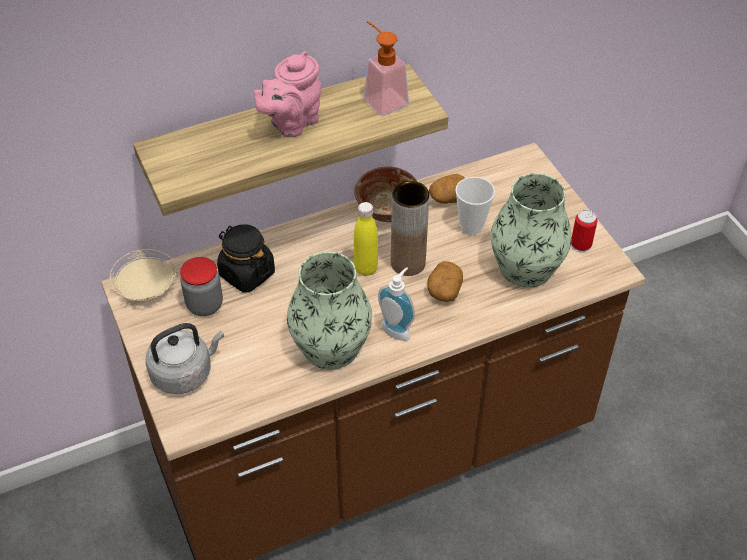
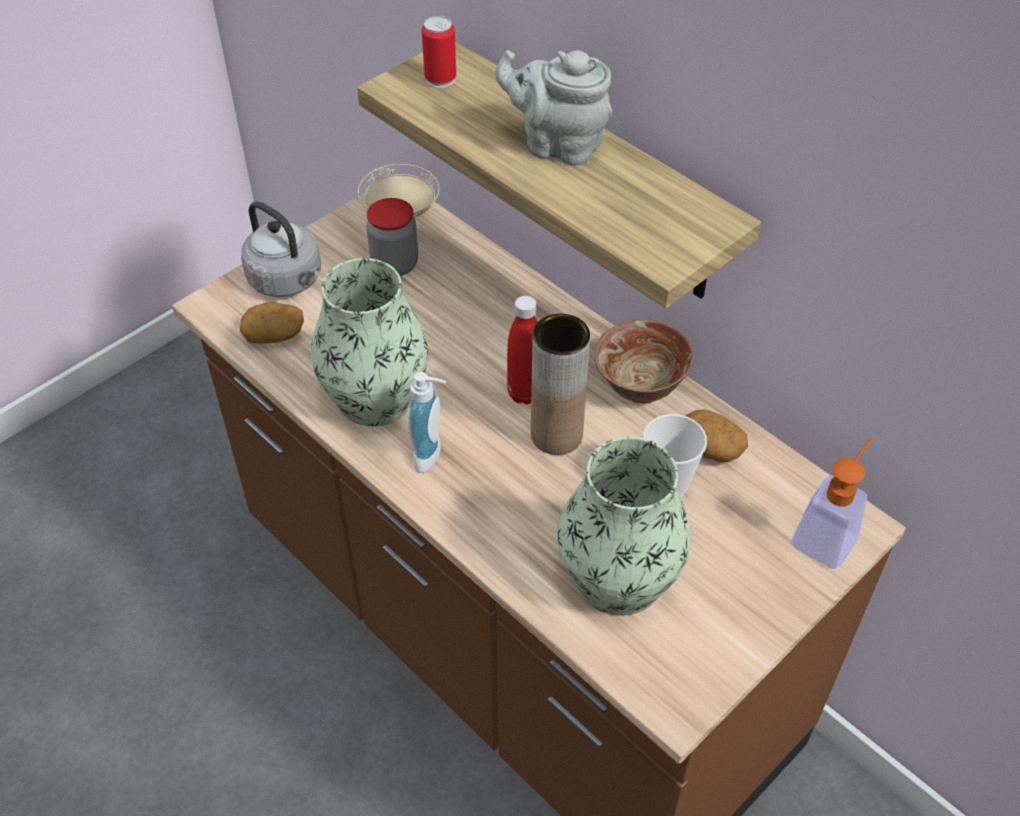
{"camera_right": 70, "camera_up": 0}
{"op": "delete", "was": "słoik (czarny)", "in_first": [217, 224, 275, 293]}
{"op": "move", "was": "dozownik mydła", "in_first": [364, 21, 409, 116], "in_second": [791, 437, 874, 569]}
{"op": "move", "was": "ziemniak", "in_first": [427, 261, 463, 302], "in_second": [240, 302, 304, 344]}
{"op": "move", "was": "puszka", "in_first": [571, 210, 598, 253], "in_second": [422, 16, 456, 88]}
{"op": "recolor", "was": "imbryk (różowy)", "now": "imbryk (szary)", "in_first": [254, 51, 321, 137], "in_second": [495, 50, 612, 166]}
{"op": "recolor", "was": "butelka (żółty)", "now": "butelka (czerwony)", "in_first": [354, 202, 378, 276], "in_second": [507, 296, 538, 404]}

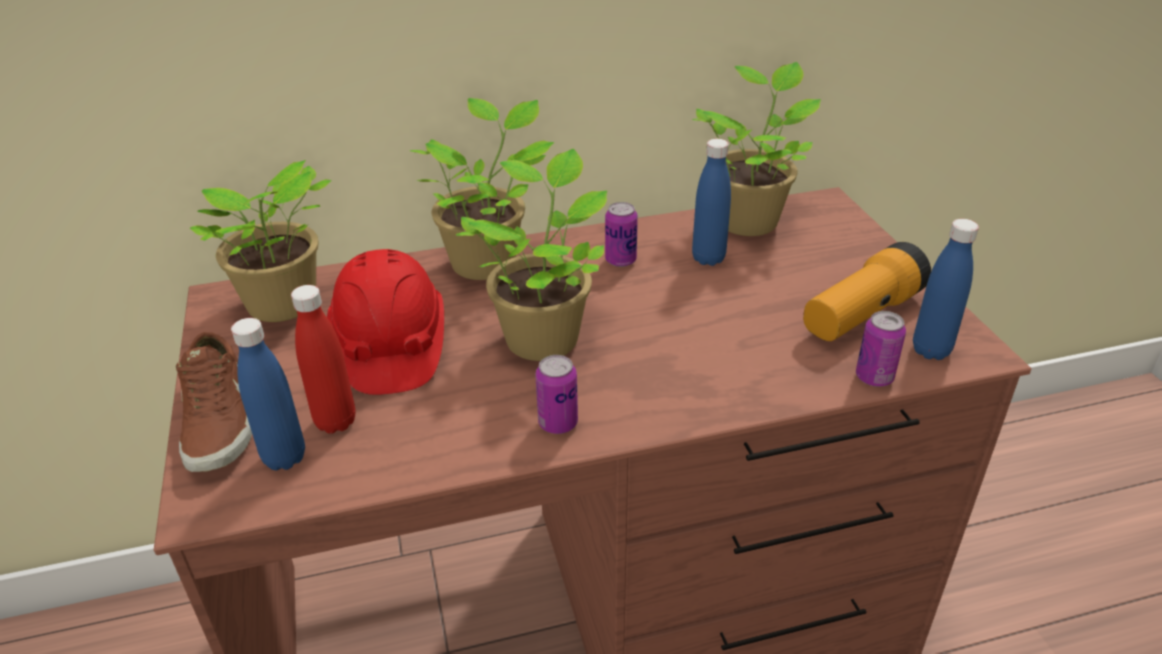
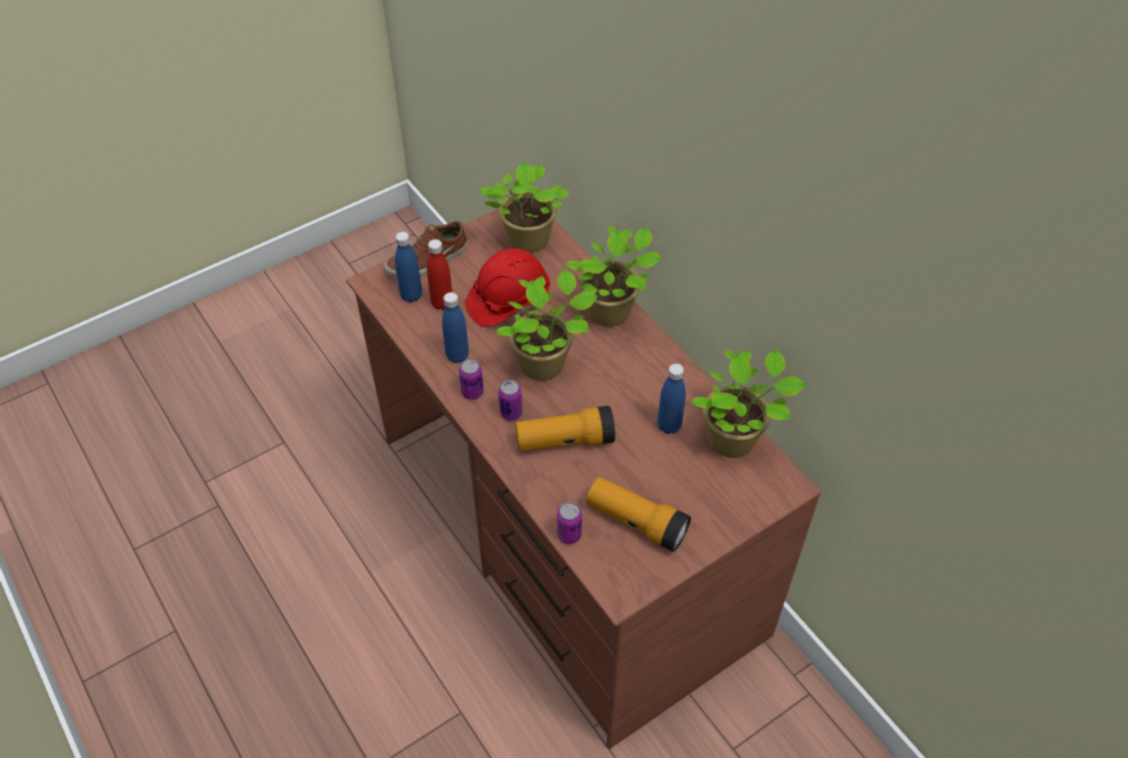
{"camera_right": 70, "camera_up": 15}
{"op": "insert", "now": "latarka", "in_second": [516, 406, 615, 451]}
{"op": "move", "was": "puszka", "in_first": [605, 202, 638, 267], "in_second": [498, 380, 523, 421]}
{"op": "move", "was": "butelka (niebieski)", "in_first": [913, 219, 979, 360], "in_second": [442, 292, 469, 363]}

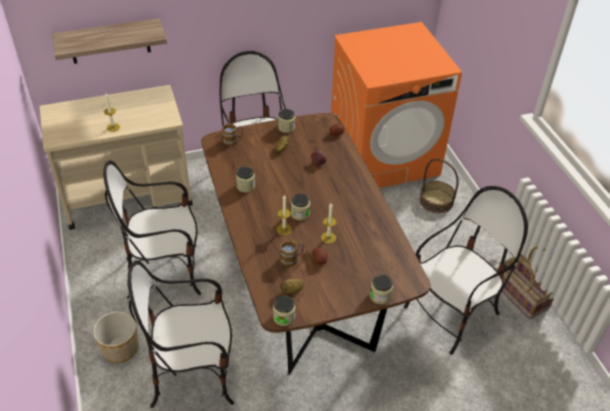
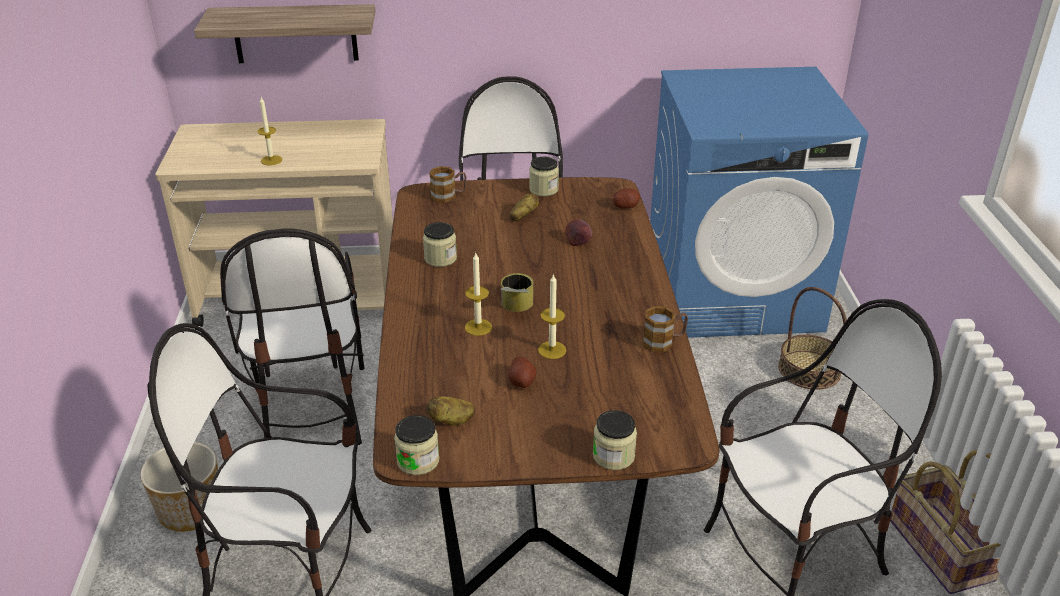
{"camera_right": 15, "camera_up": -10}
{"op": "move", "was": "kubek", "in_first": [280, 241, 304, 267], "in_second": [643, 306, 688, 353]}
{"op": "replace", "was": "słoik", "now": "puszka", "in_first": [291, 193, 310, 220], "in_second": [500, 273, 533, 312]}
{"op": "recolor", "was": "pralka (pomarańczowy)", "now": "pralka (niebieski)", "in_first": [331, 22, 462, 188], "in_second": [650, 67, 868, 338]}
{"op": "rotate", "was": "krzesło", "in_first": [103, 160, 201, 299], "in_second": [220, 228, 364, 445], "clockwise": -105}

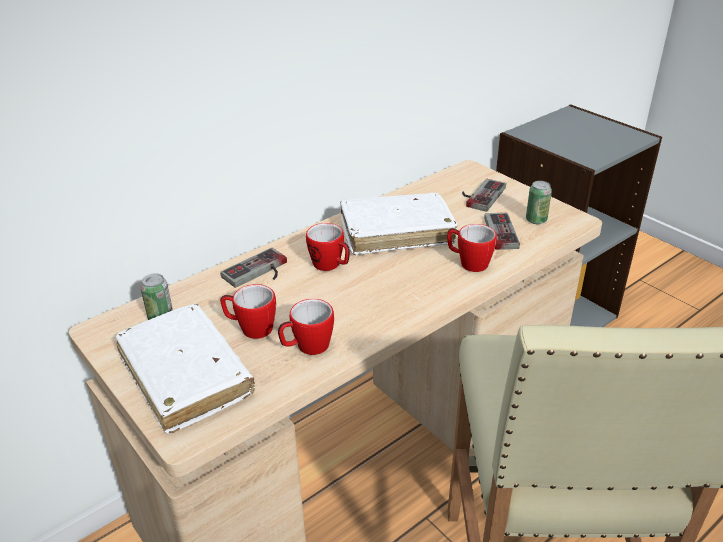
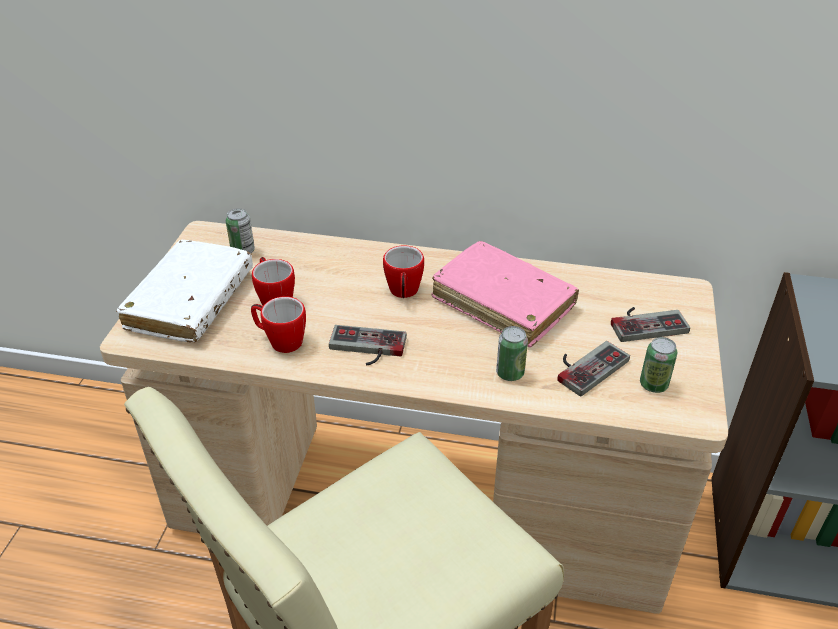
{"camera_right": 50, "camera_up": 5}
{"op": "move", "was": "pad do gier", "in_first": [220, 248, 287, 288], "in_second": [329, 325, 407, 366]}
{"op": "replace", "was": "kubek", "now": "puszka", "in_first": [447, 224, 497, 272], "in_second": [496, 326, 528, 381]}
{"op": "recolor", "was": "książka (biały)", "now": "książka (różowy)", "in_first": [340, 193, 458, 255], "in_second": [431, 241, 579, 347]}

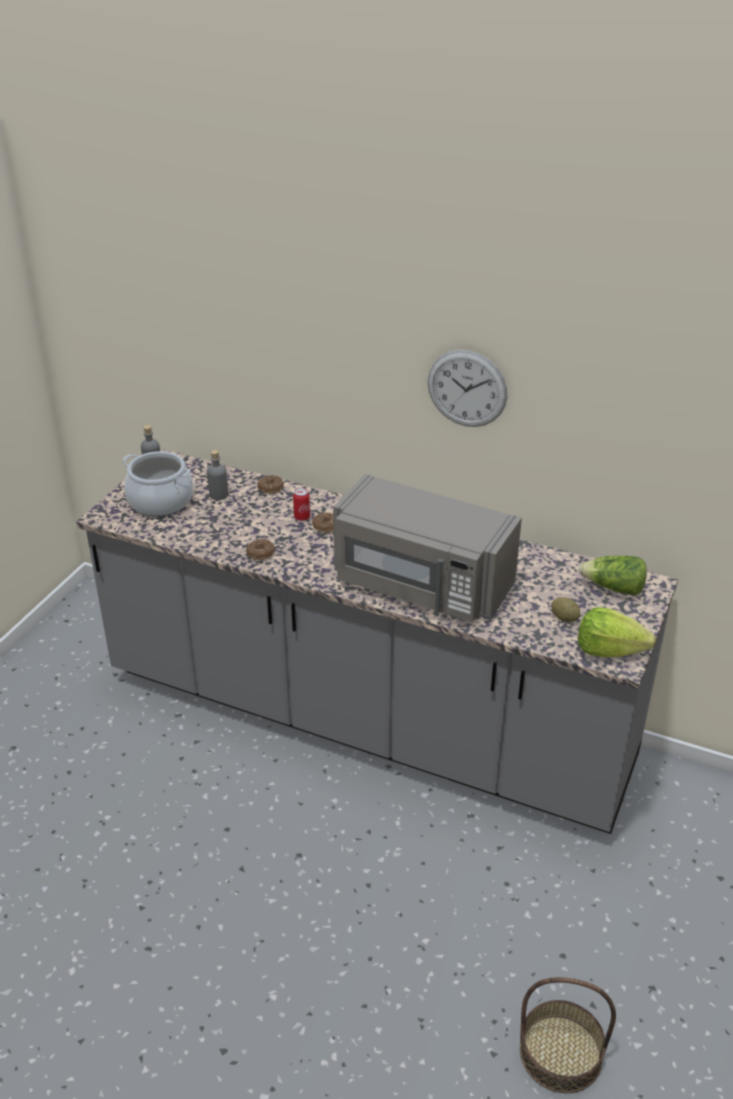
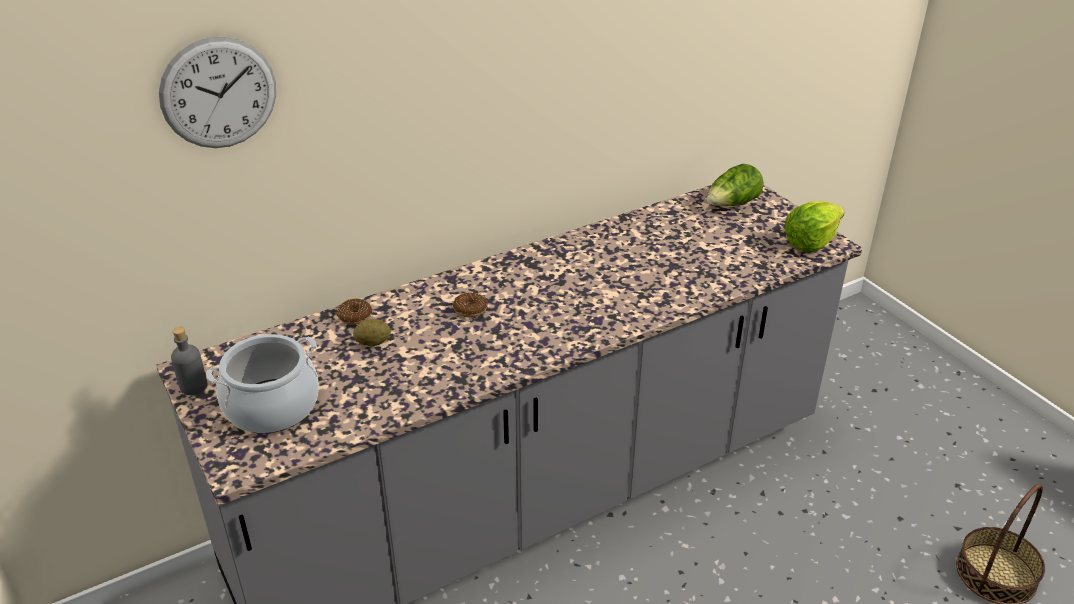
{"camera_right": -55, "camera_up": 0}
{"op": "delete", "was": "butelka (szary)", "in_first": [207, 450, 228, 500]}
{"op": "delete", "was": "donut", "in_first": [246, 539, 275, 560]}
{"op": "delete", "was": "puszka", "in_first": [293, 488, 310, 521]}
{"op": "delete", "was": "mikrofalówka (szary)", "in_first": [333, 474, 522, 622]}
{"op": "move", "was": "zegar ścienny", "in_first": [428, 350, 507, 427], "in_second": [159, 37, 276, 148]}
{"op": "move", "was": "ziemniak", "in_first": [551, 597, 580, 622], "in_second": [353, 319, 391, 346]}

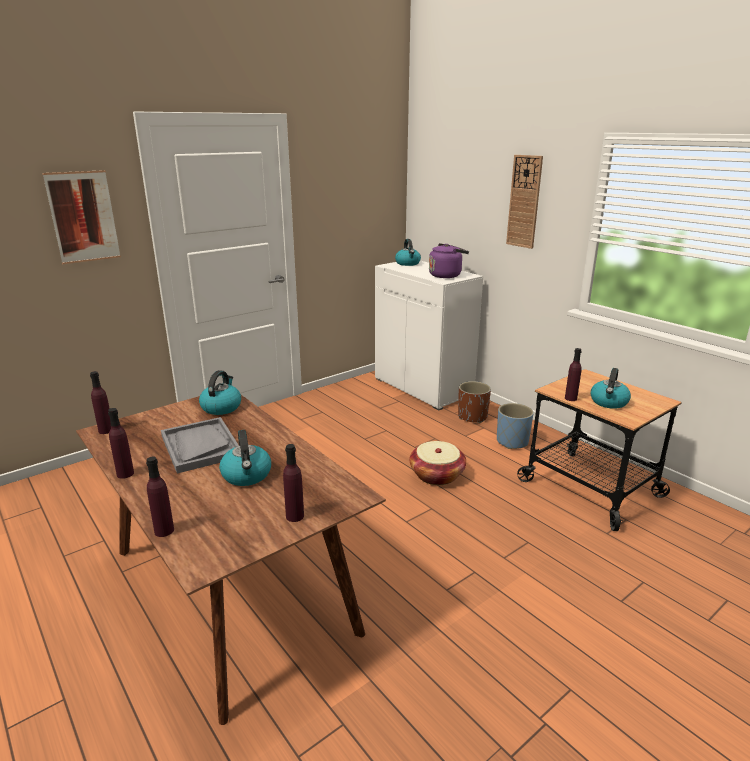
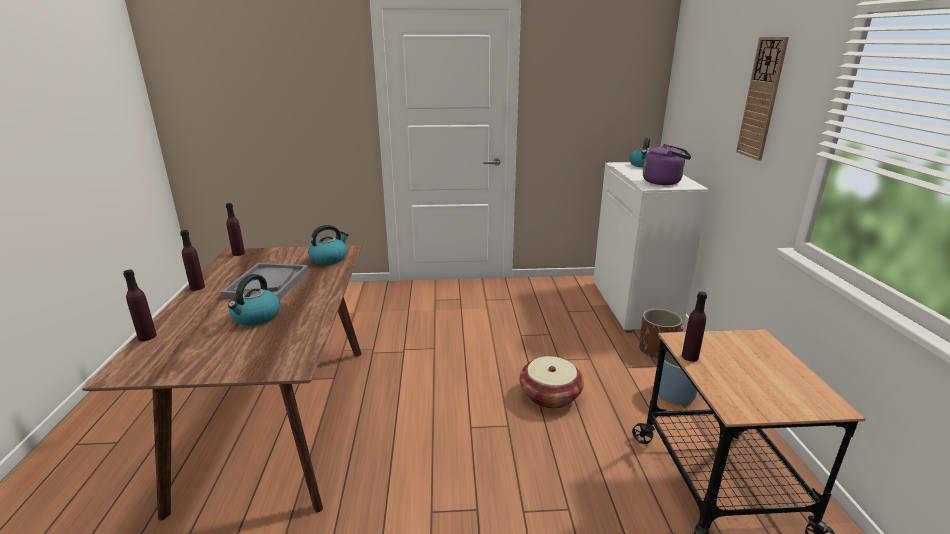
{"camera_right": 35, "camera_up": 0}
{"op": "delete", "was": "obraz", "in_first": [43, 170, 121, 264]}
{"op": "delete", "was": "butelka (fioletowy)", "in_first": [283, 444, 304, 522]}
{"op": "delete", "was": "czajnik", "in_first": [591, 368, 631, 409]}

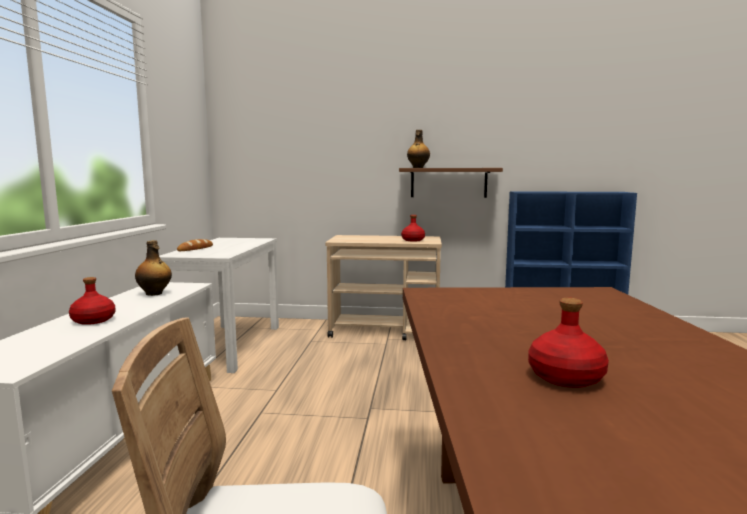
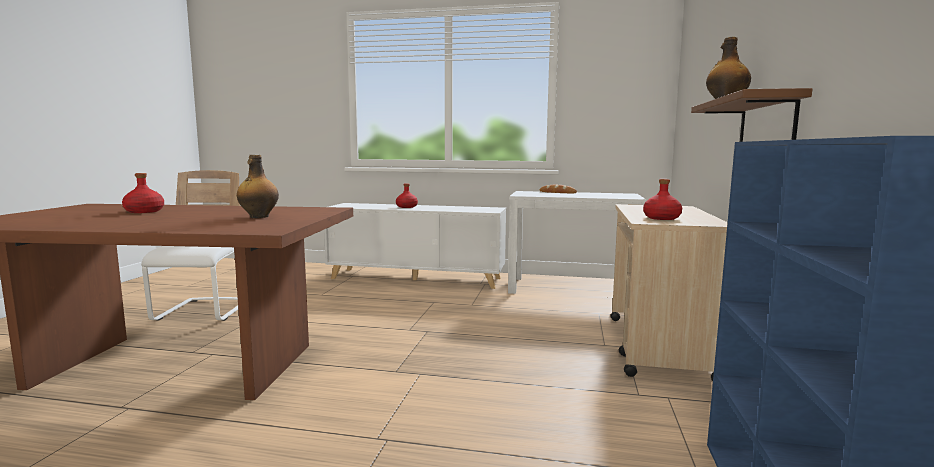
{"camera_right": 95, "camera_up": 0}
{"op": "move", "was": "butelka", "in_first": [135, 240, 172, 296], "in_second": [237, 155, 279, 218]}

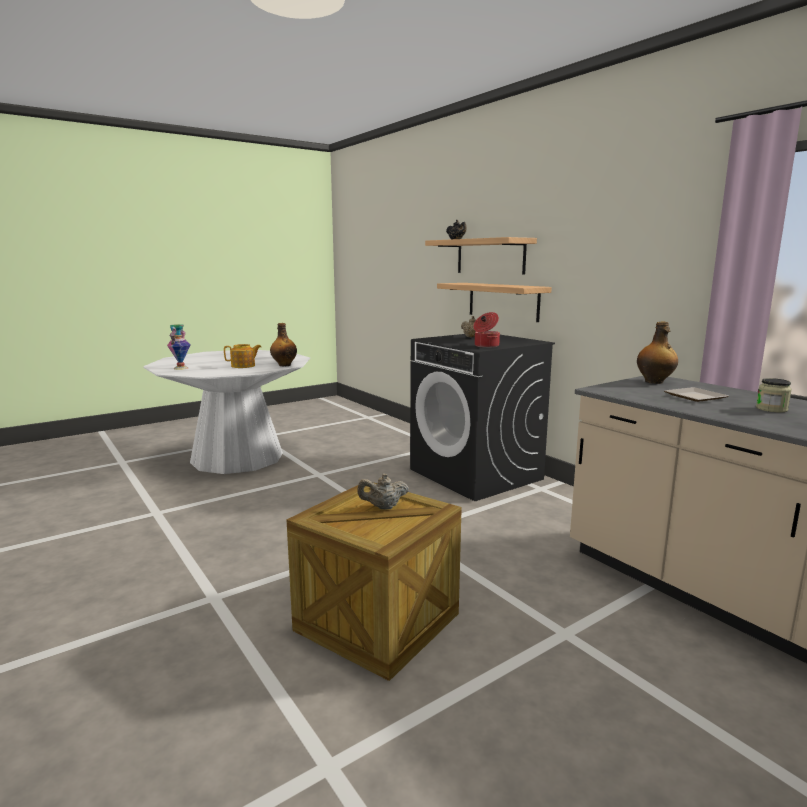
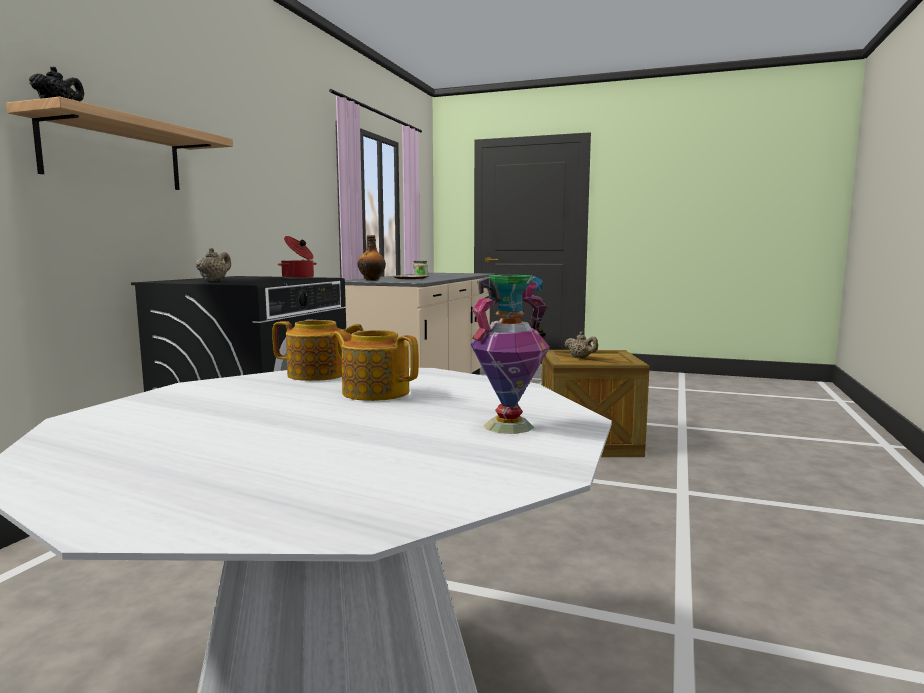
{"camera_right": -125, "camera_up": -5}
{"op": "delete", "was": "półka", "in_first": [437, 283, 552, 322]}
{"op": "replace", "was": "butelka", "now": "imbryk", "in_first": [270, 323, 297, 366], "in_second": [272, 320, 364, 381]}

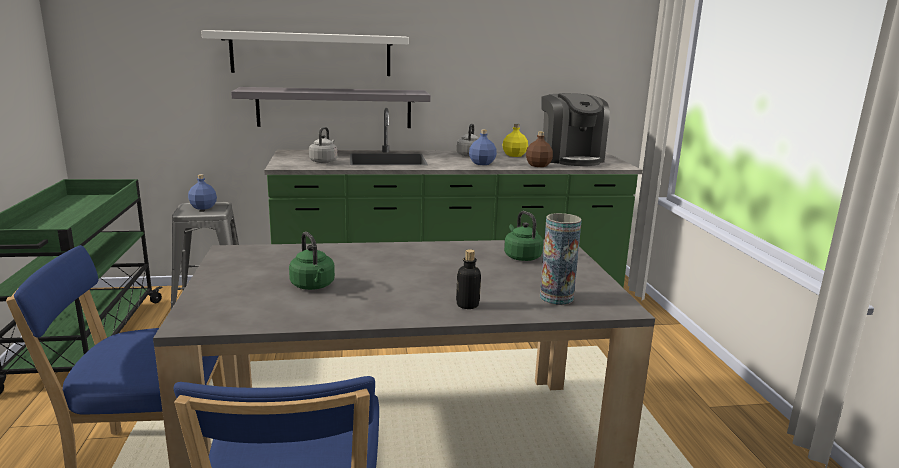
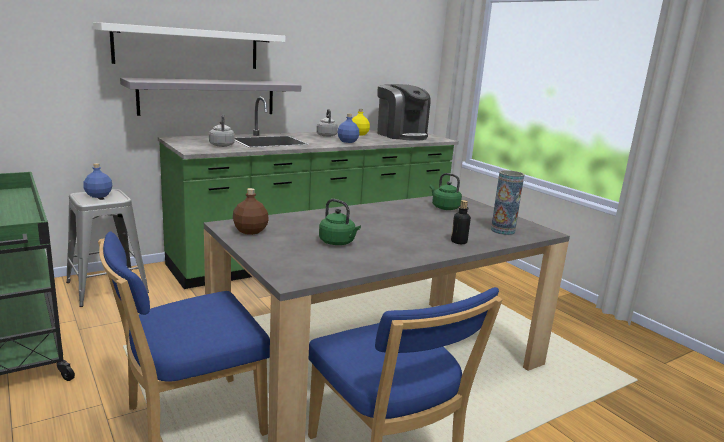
{"camera_right": -25, "camera_up": 0}
{"op": "move", "was": "butelka (brązowy)", "in_first": [526, 131, 553, 167], "in_second": [233, 188, 269, 235]}

